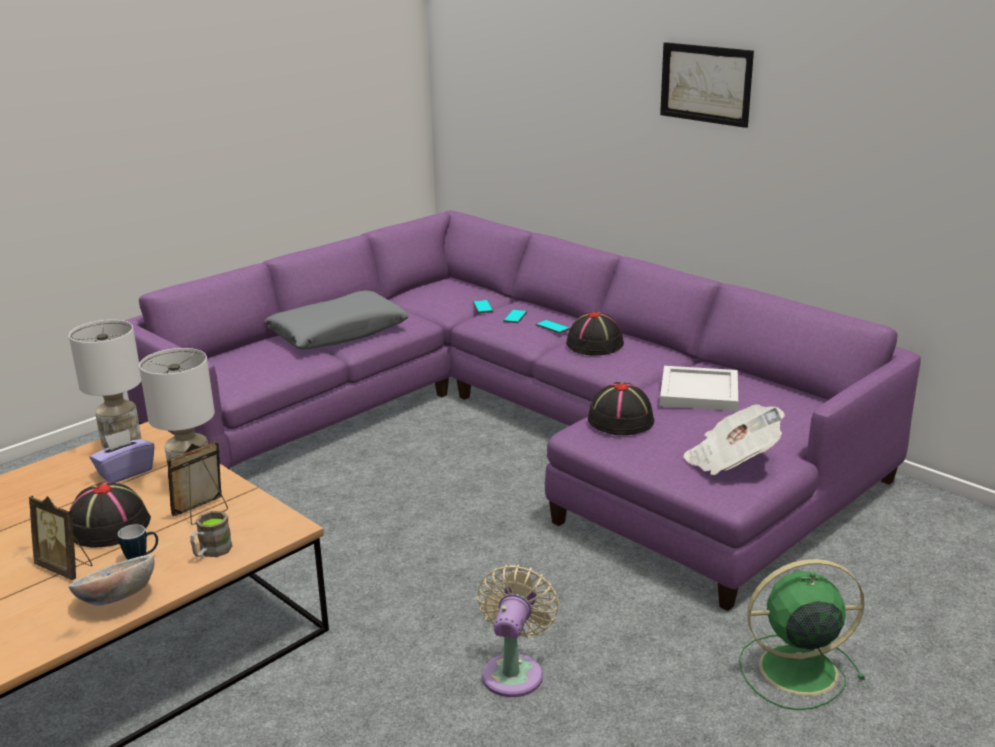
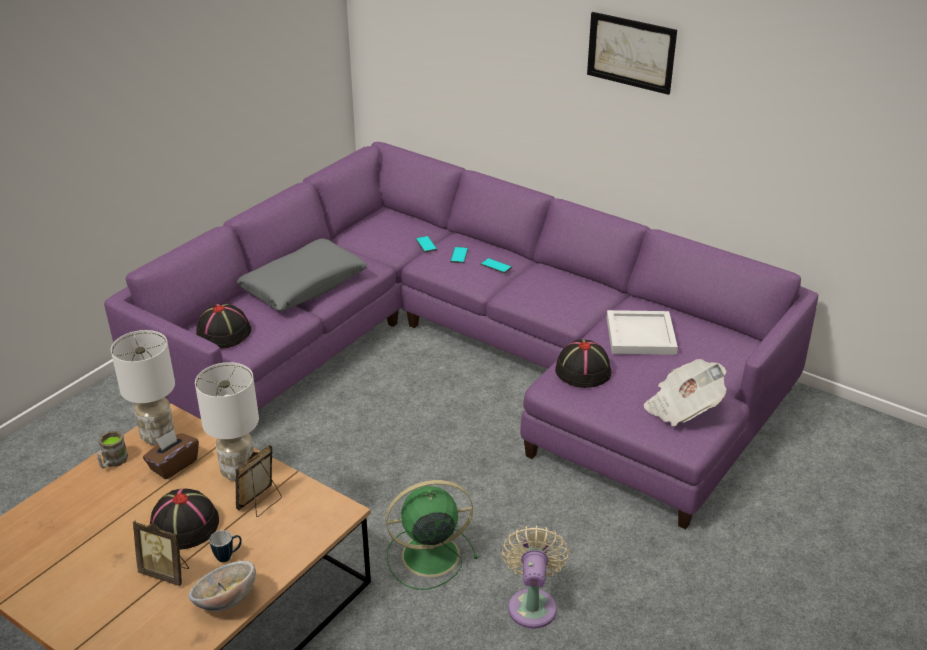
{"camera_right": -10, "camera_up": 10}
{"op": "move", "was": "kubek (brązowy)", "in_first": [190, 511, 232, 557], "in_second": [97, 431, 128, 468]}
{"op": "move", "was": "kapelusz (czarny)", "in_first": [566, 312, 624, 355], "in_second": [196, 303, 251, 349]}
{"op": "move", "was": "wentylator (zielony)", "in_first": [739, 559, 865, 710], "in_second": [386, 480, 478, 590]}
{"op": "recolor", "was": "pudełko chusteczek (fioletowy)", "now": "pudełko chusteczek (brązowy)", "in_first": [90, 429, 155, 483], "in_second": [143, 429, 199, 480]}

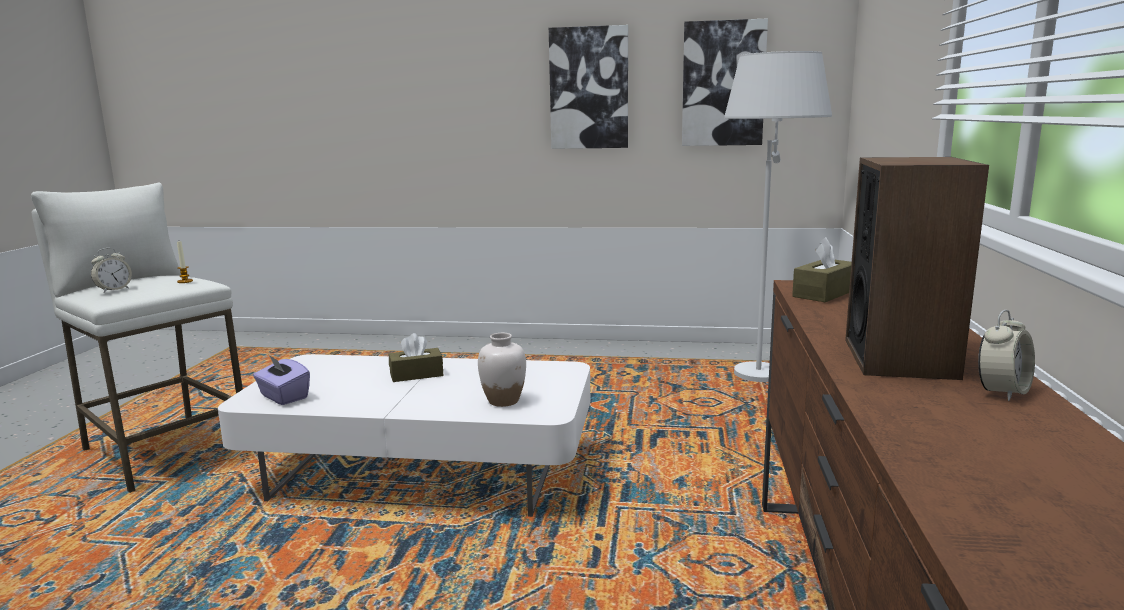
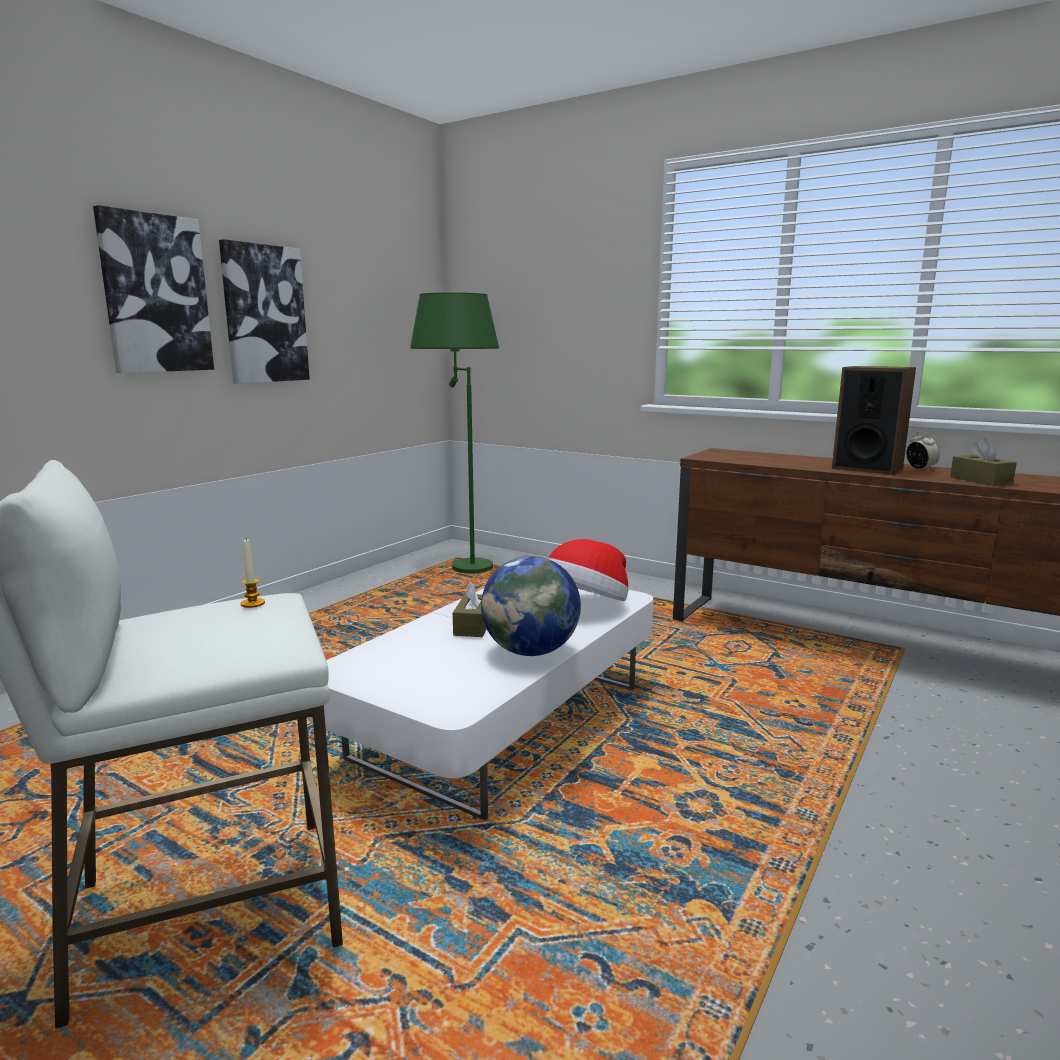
{"camera_right": -65, "camera_up": 0}
{"op": "delete", "was": "budzik", "in_first": [91, 248, 132, 293]}
{"op": "delete", "was": "pudełko chusteczek (fioletowy)", "in_first": [253, 354, 310, 405]}
{"op": "insert", "now": "globus", "in_second": [481, 556, 581, 656]}
{"op": "move", "was": "obraz", "in_first": [682, 18, 768, 146], "in_second": [93, 205, 214, 373]}
{"op": "move", "was": "pudełko chusteczek (brązowy)", "in_first": [792, 237, 852, 302], "in_second": [950, 438, 1017, 486]}
{"op": "replace", "was": "wazon (biały)", "now": "kapelusz", "in_first": [478, 333, 526, 407], "in_second": [547, 539, 629, 601]}
{"op": "recolor", "was": "lampa stojąca (biały)", "now": "lampa stojąca (zielony)", "in_first": [724, 51, 832, 382], "in_second": [410, 292, 499, 574]}

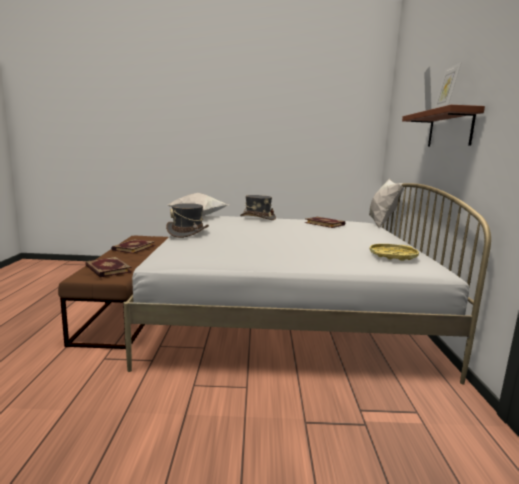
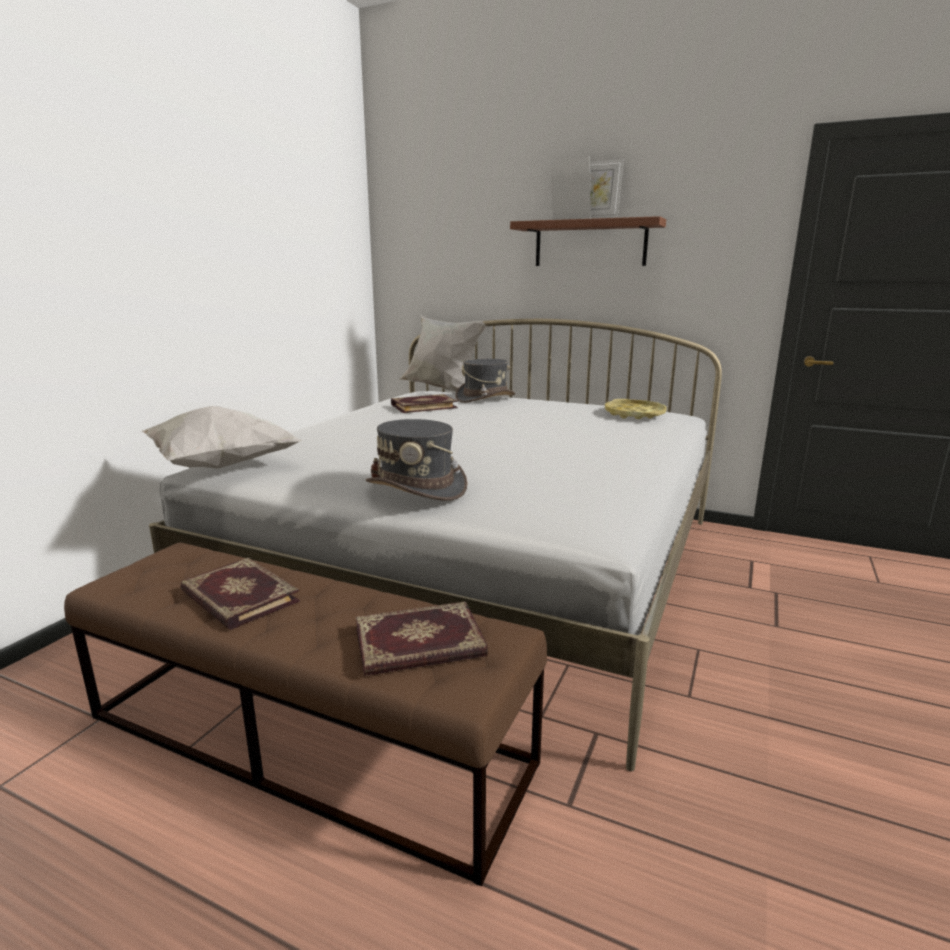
{"camera_right": -65, "camera_up": 5}
{"op": "move", "was": "kapelusz (szary)", "in_first": [240, 195, 276, 220], "in_second": [455, 359, 515, 403]}

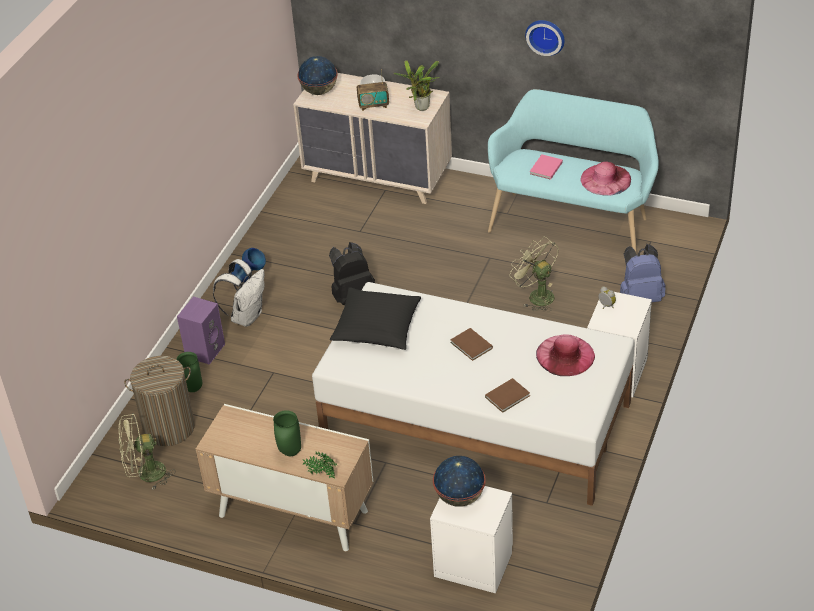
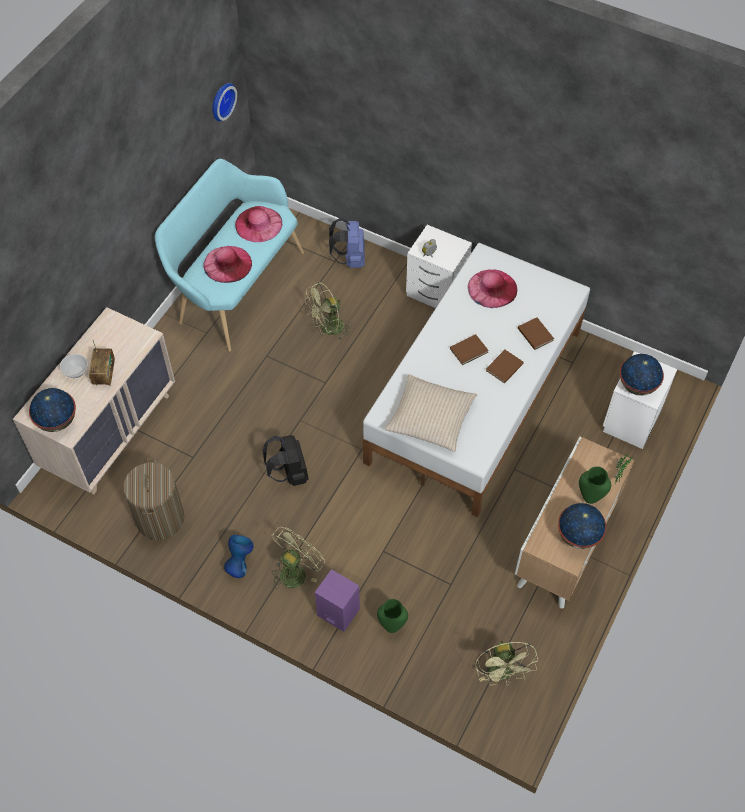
{"camera_right": -85, "camera_up": 15}
{"op": "delete", "was": "roślina doniczkowa", "in_first": [394, 60, 439, 111]}
{"op": "insert", "now": "książka (brązowy)", "in_second": [486, 350, 524, 384]}
{"op": "insert", "now": "globus", "in_second": [558, 503, 606, 549]}
{"op": "move", "was": "kosz na pranie", "in_first": [124, 356, 195, 446], "in_second": [123, 459, 184, 540]}
{"op": "move", "was": "zegar ścienny", "in_first": [525, 20, 564, 56], "in_second": [212, 83, 237, 121]}
{"op": "replace", "was": "plecak (biały)", "now": "wentylator (zielony)", "in_first": [213, 259, 265, 327], "in_second": [272, 527, 325, 589]}
{"op": "replace", "was": "książka (różowy)", "now": "kapelusz (różowy)", "in_first": [530, 154, 563, 180], "in_second": [204, 246, 252, 283]}
{"op": "recolor", "was": "poduszka (czarny)", "now": "poduszka (beżowy)", "in_first": [330, 287, 421, 350], "in_second": [385, 374, 477, 452]}

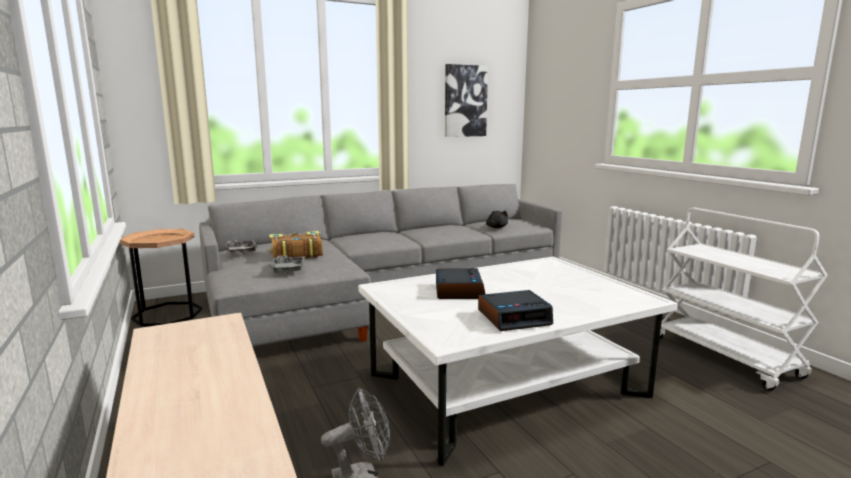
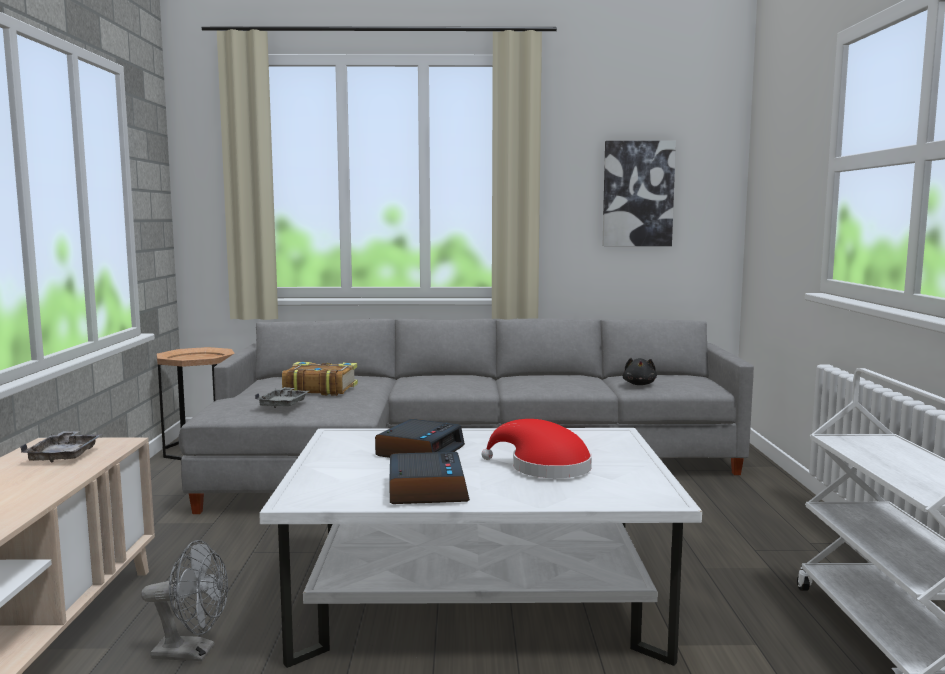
{"camera_right": 25, "camera_up": -5}
{"op": "insert", "now": "kapelusz (czerwony)", "in_second": [481, 419, 592, 478]}
{"op": "move", "was": "taca (szary)", "in_first": [226, 240, 257, 254], "in_second": [20, 431, 103, 463]}
{"op": "rotate", "was": "budzik", "in_first": [478, 290, 553, 331], "in_second": [389, 452, 470, 504], "clockwise": -105}

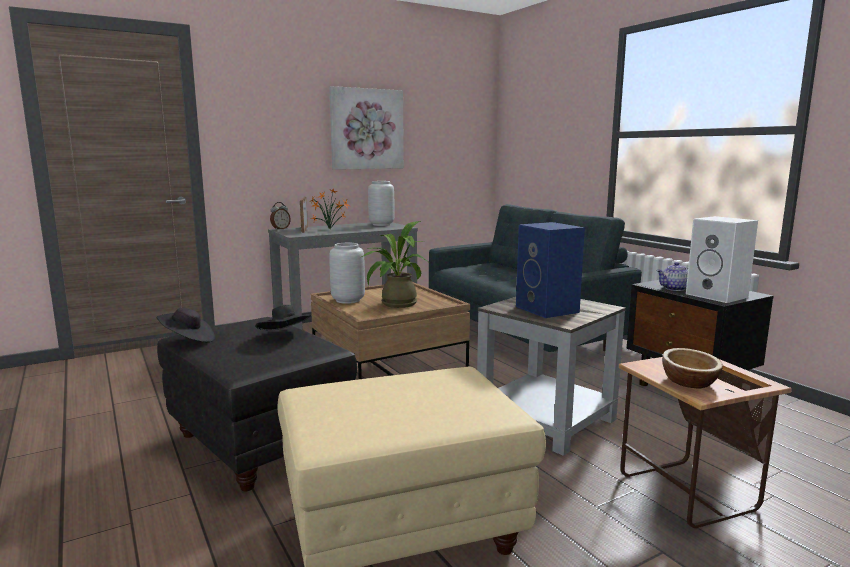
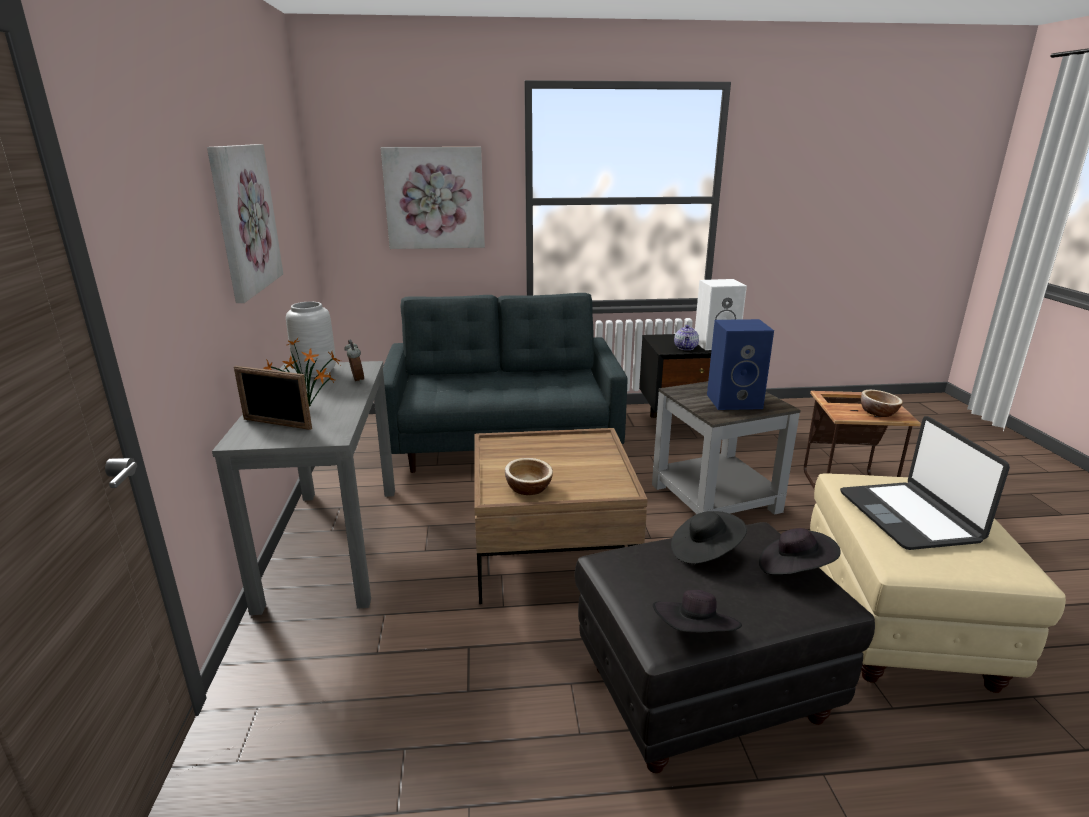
{"camera_right": -65, "camera_up": 10}
{"op": "delete", "was": "roślina doniczkowa", "in_first": [361, 221, 428, 308]}
{"op": "insert", "now": "obraz", "in_second": [380, 147, 485, 249]}
{"op": "insert", "now": "kapelusz (czarny)", "in_second": [759, 528, 841, 575]}
{"op": "insert", "now": "laptop", "in_second": [840, 416, 1010, 550]}
{"op": "move", "was": "budzik", "in_first": [270, 202, 291, 230], "in_second": [344, 339, 364, 383]}
{"op": "replace", "was": "wazon (szary)", "now": "miska", "in_first": [329, 243, 365, 304], "in_second": [505, 458, 553, 495]}

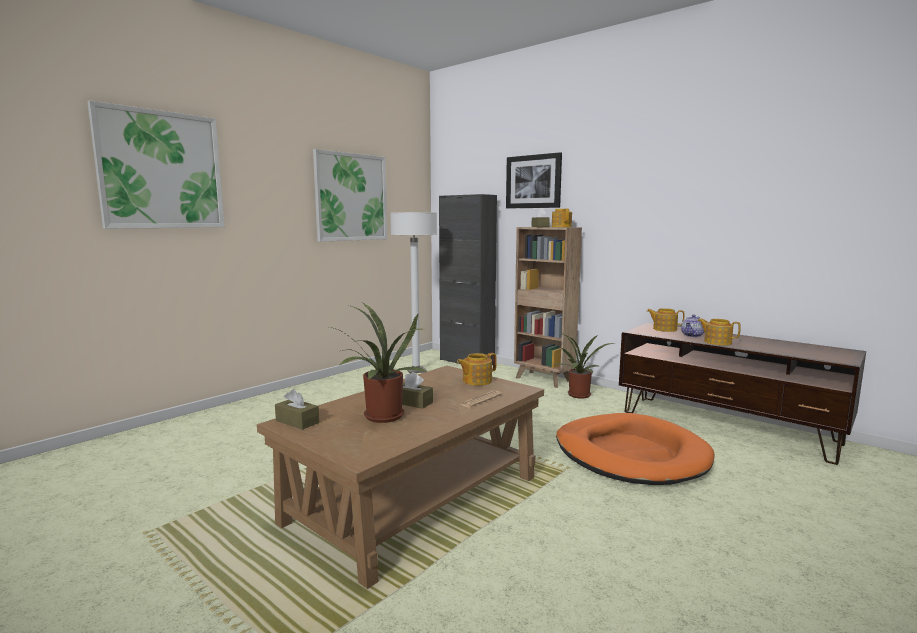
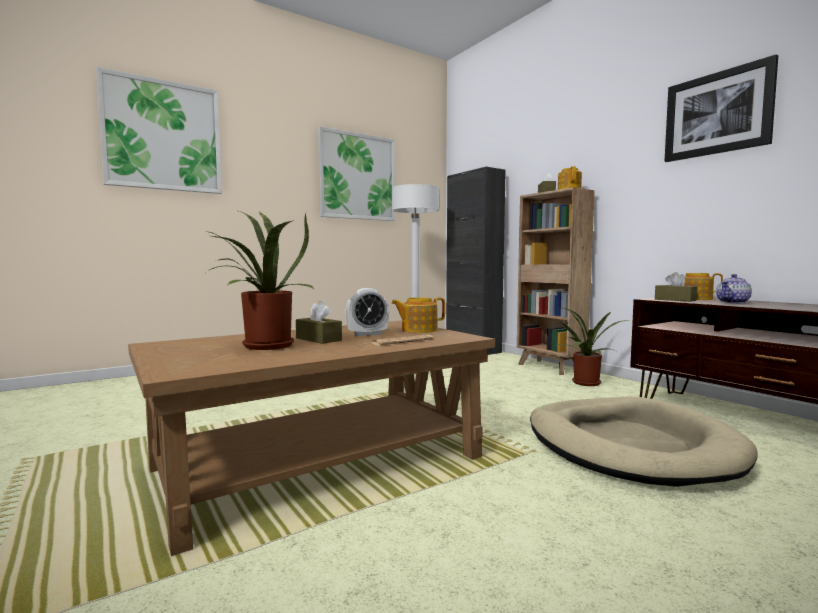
{"camera_right": 15, "camera_up": -5}
{"op": "delete", "was": "imbryk", "in_first": [698, 318, 741, 345]}
{"op": "insert", "now": "budzik", "in_second": [346, 288, 389, 336]}
{"op": "move", "was": "pudełko chusteczek (brązowy)", "in_first": [275, 389, 319, 430], "in_second": [655, 272, 697, 302]}
{"op": "move", "was": "obraz", "in_first": [506, 152, 562, 209], "in_second": [665, 54, 778, 162]}
{"op": "recolor", "was": "legowisko (pomarańczowy)", "now": "legowisko (beżowy)", "in_first": [556, 413, 715, 485], "in_second": [530, 396, 758, 487]}

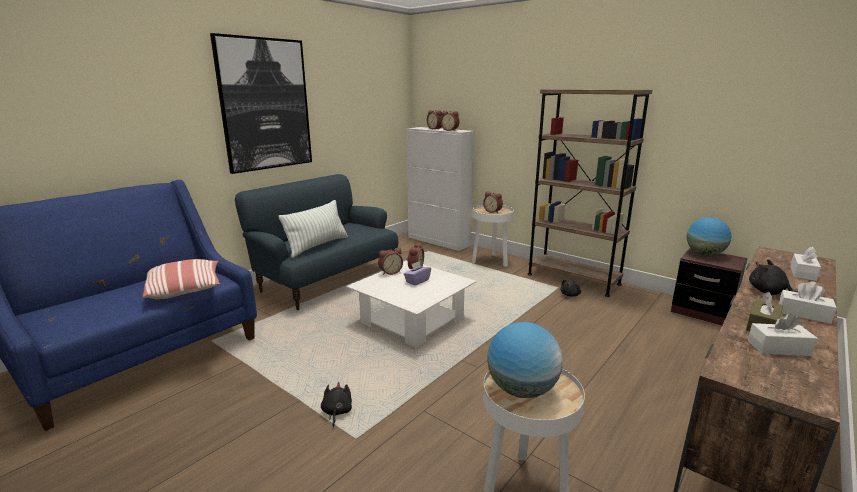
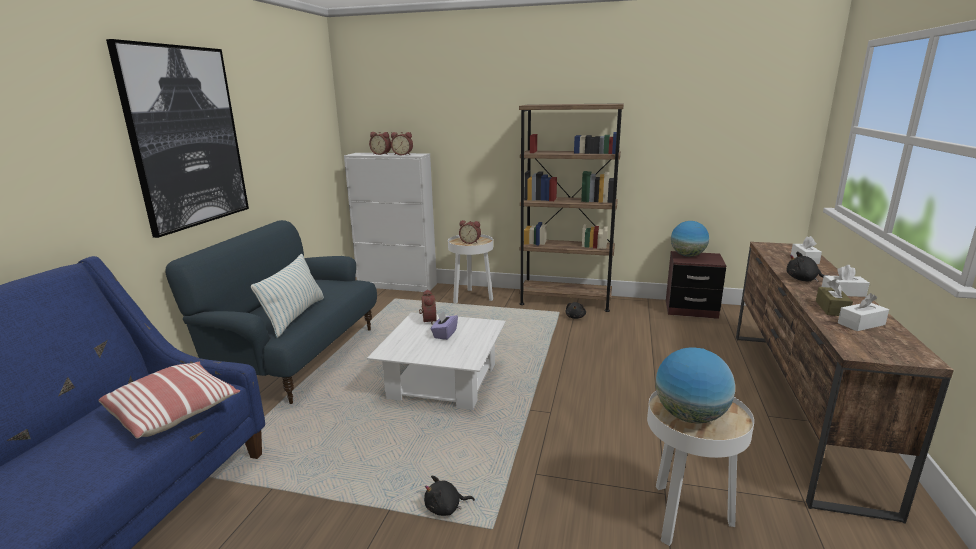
{"camera_right": -25, "camera_up": 0}
{"op": "delete", "was": "budzik", "in_first": [378, 248, 403, 275]}
{"op": "rotate", "was": "pluszak (czarny)", "in_first": [321, 382, 352, 427], "in_second": [424, 475, 475, 516], "clockwise": -75}

